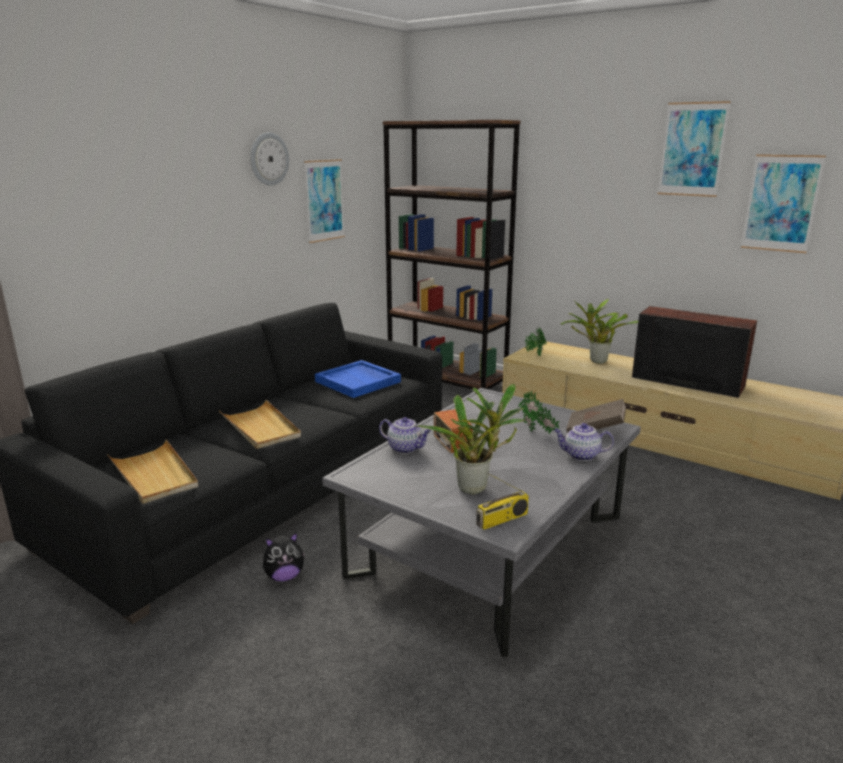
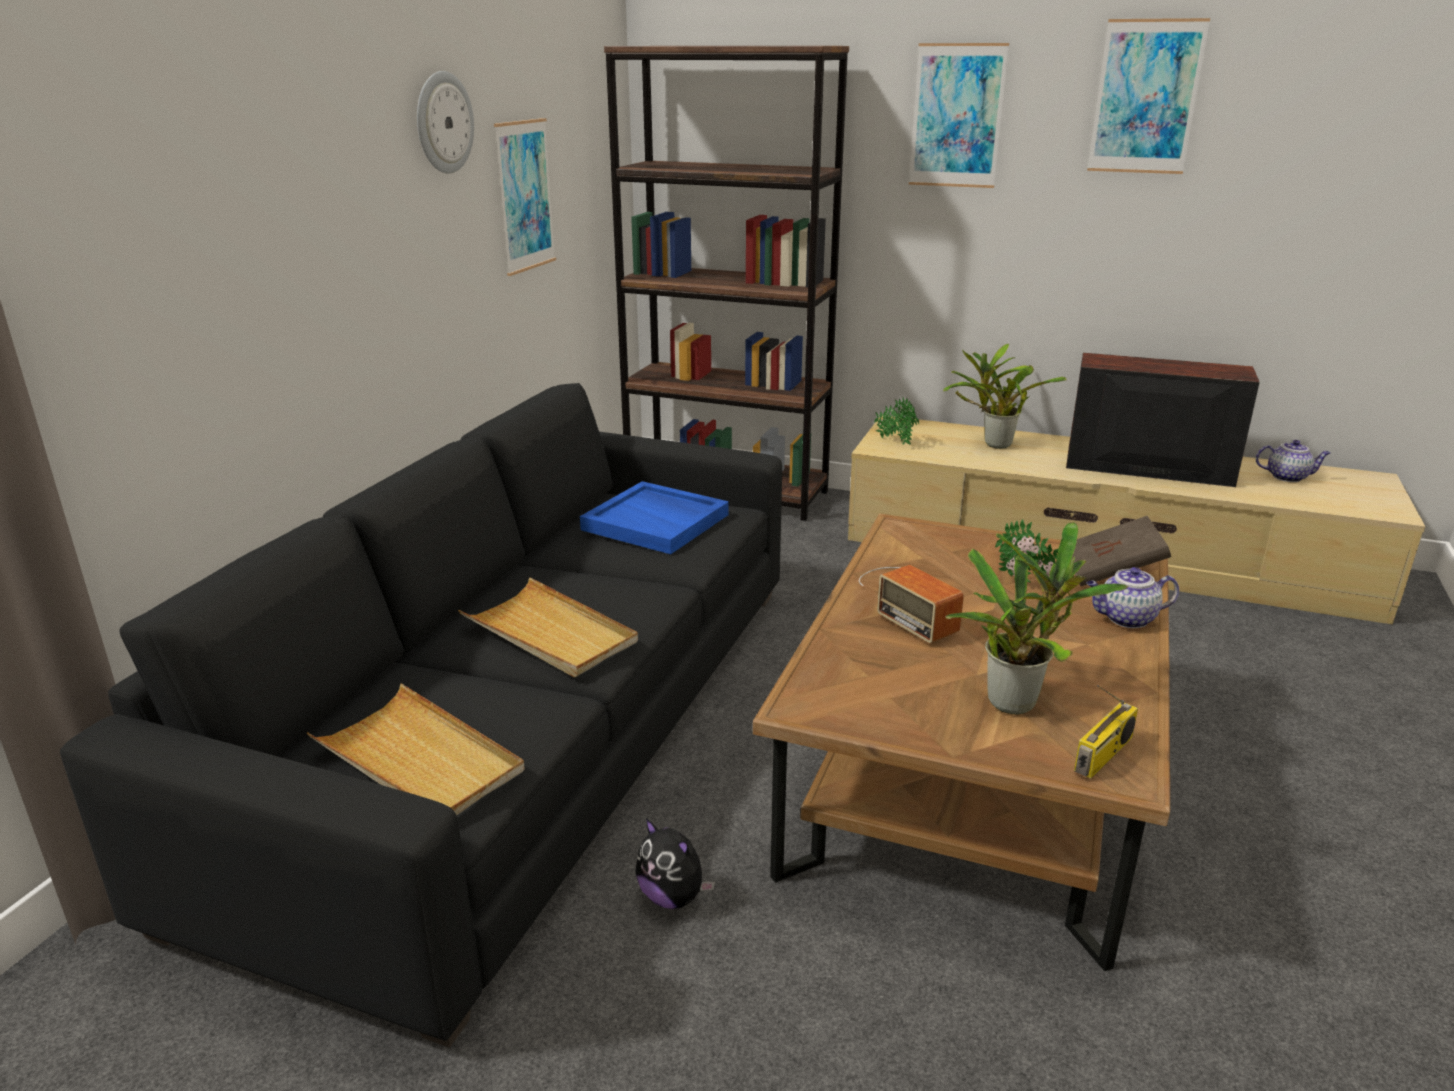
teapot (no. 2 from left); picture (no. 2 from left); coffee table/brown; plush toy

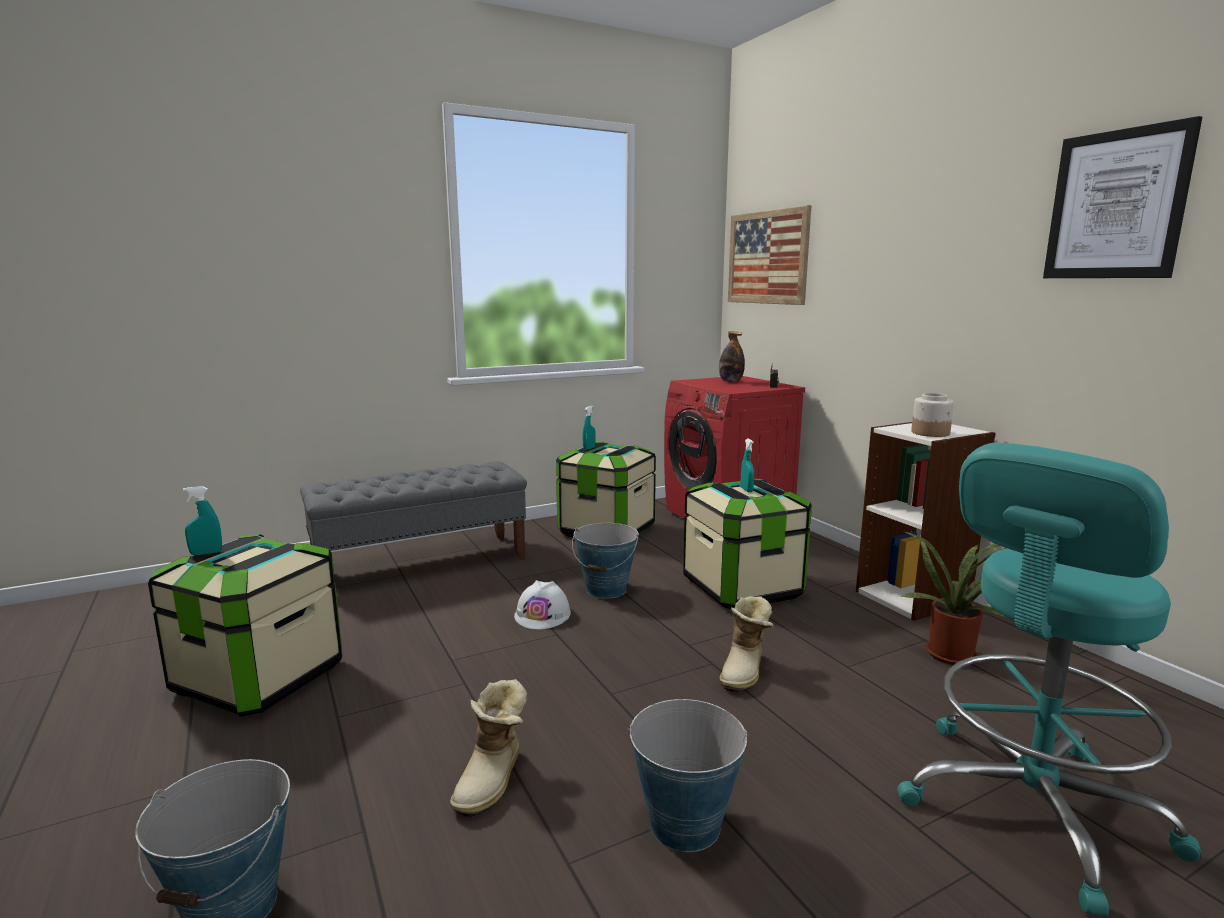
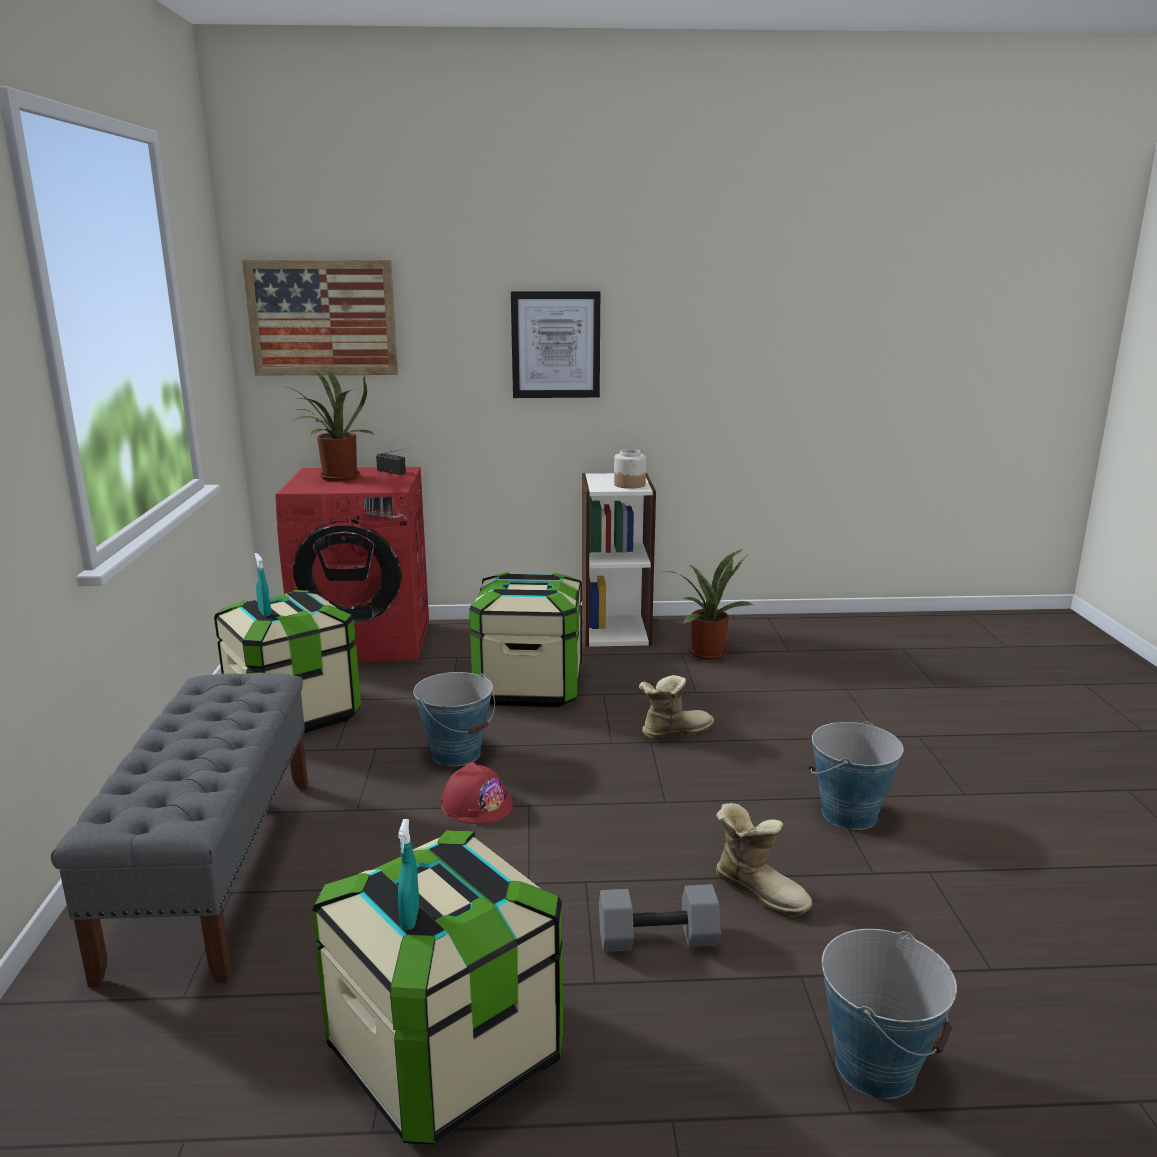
spray bottle/turquoise (no. 3 from left in the first image); stool/turquoise; dumbbell/grey; picture (no. 2 from left); potted plant (no. 1 from left); hard hat/red; boot (no. 1 from left)

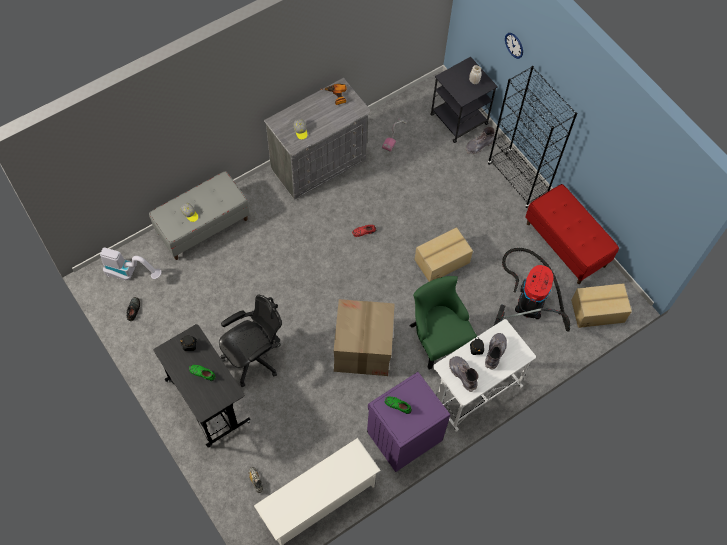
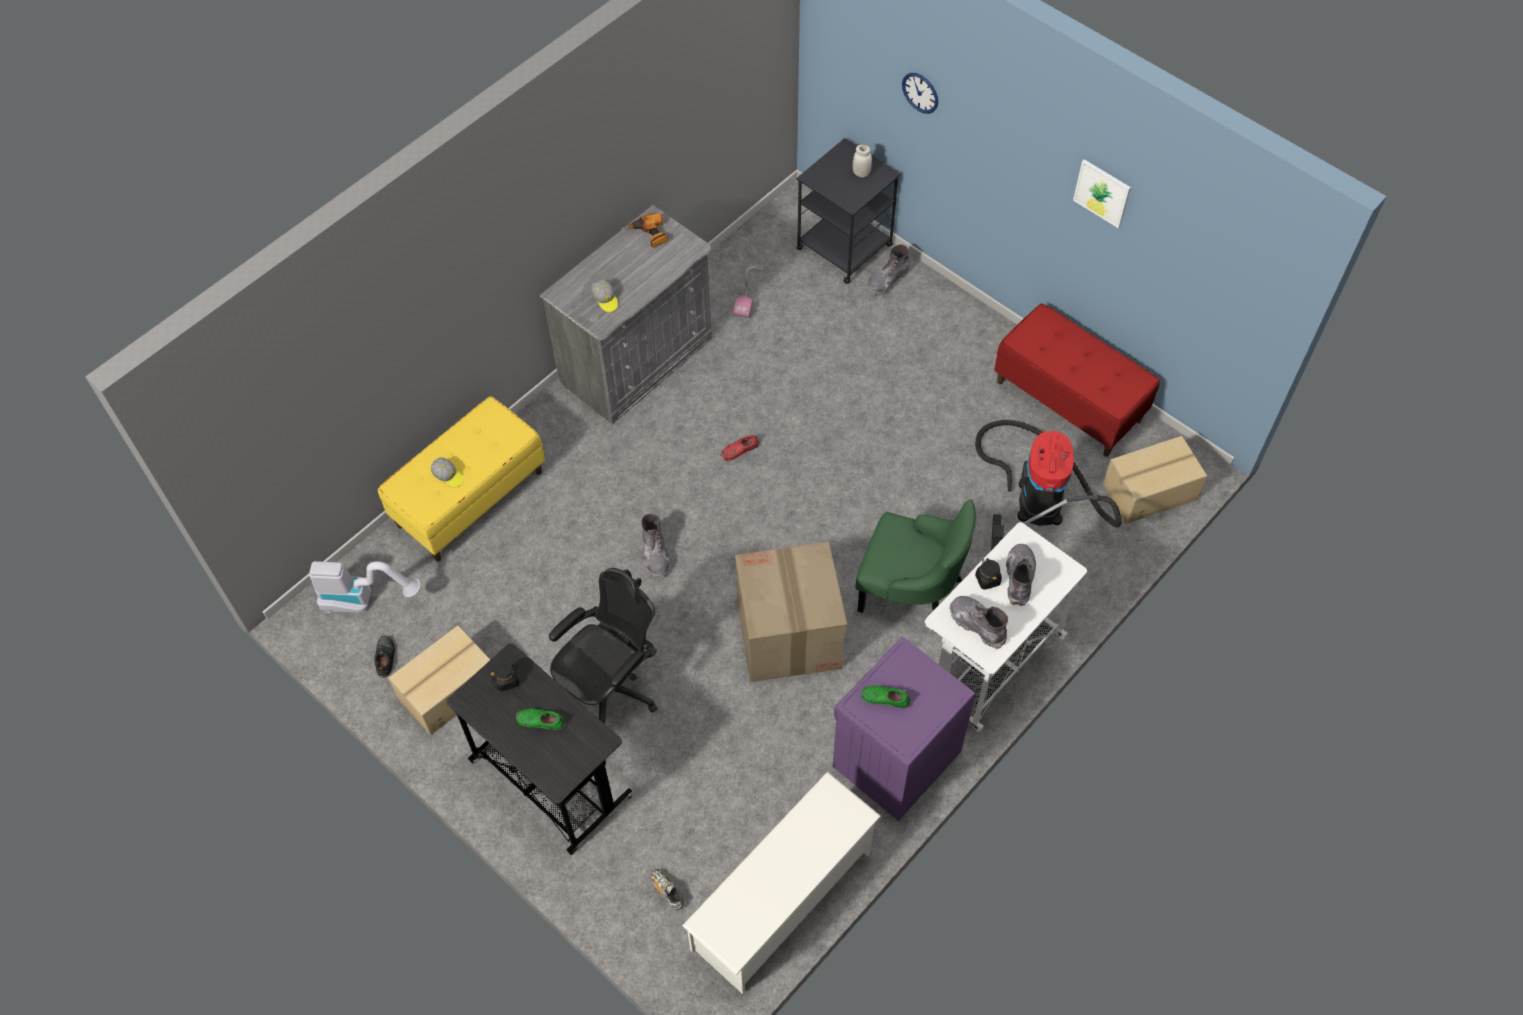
bookcase/black; boot/grey (no. 1 from left); picture; cardboard box (no. 1 from left); bench/yellow; chair/green

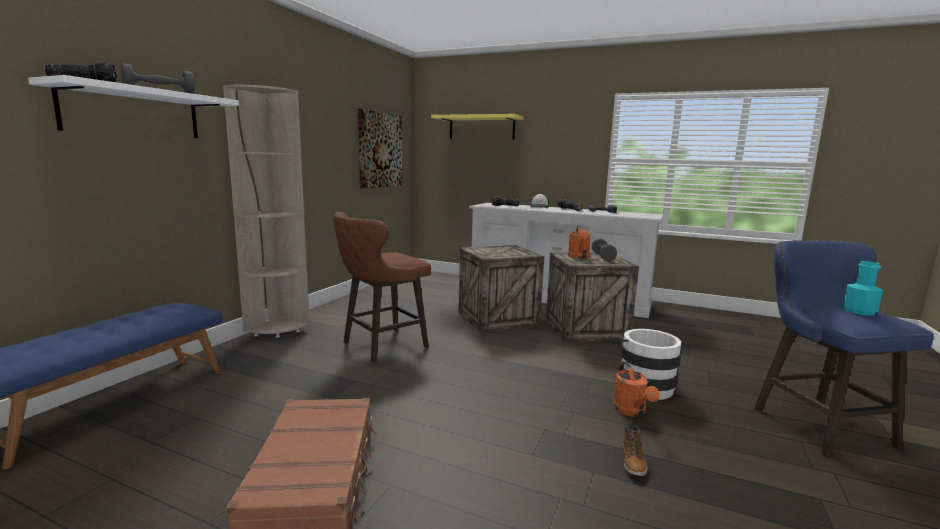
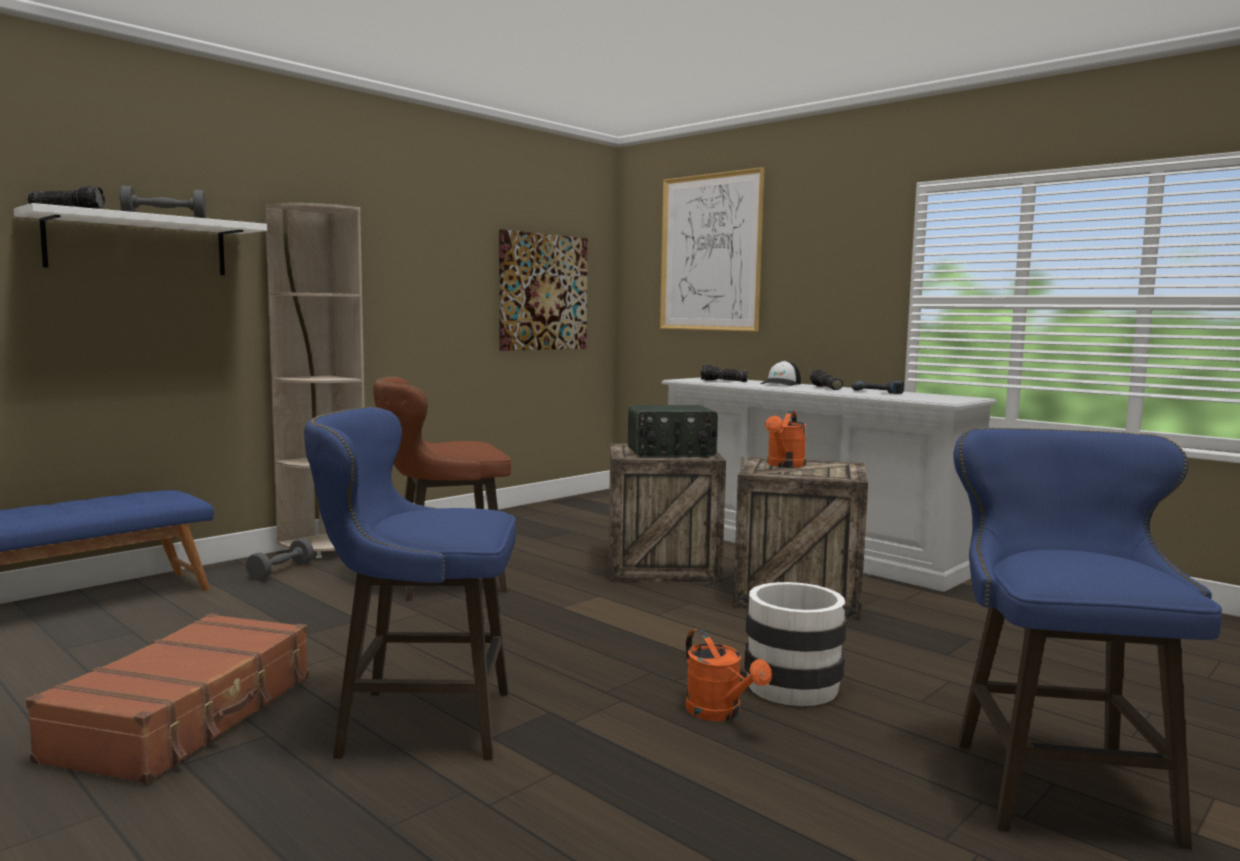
boot; bottle/turquoise; stool/blue (no. 1 from left); radio; dumbbell/grey (no. 2 from left); picture (no. 2 from left); watering can/orange (no. 1 from left)

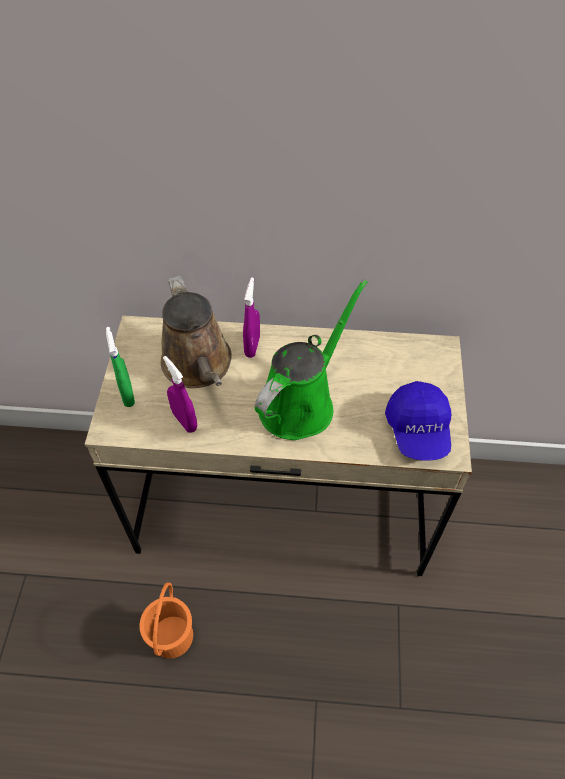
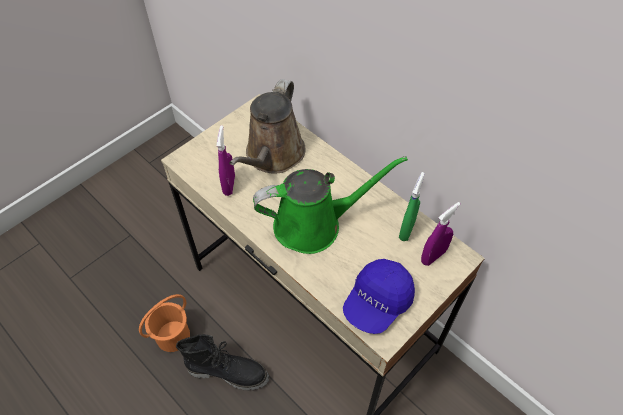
boot/black; spray bottle/green; spray bottle/purple (no. 2 from left)

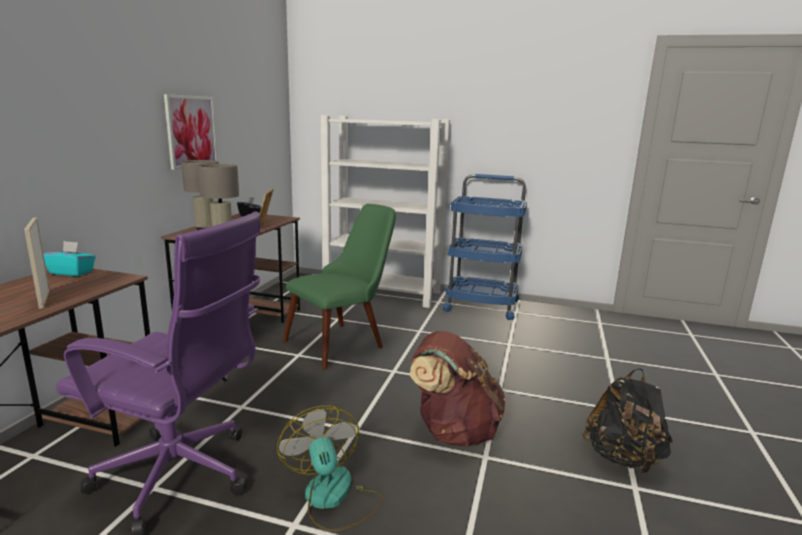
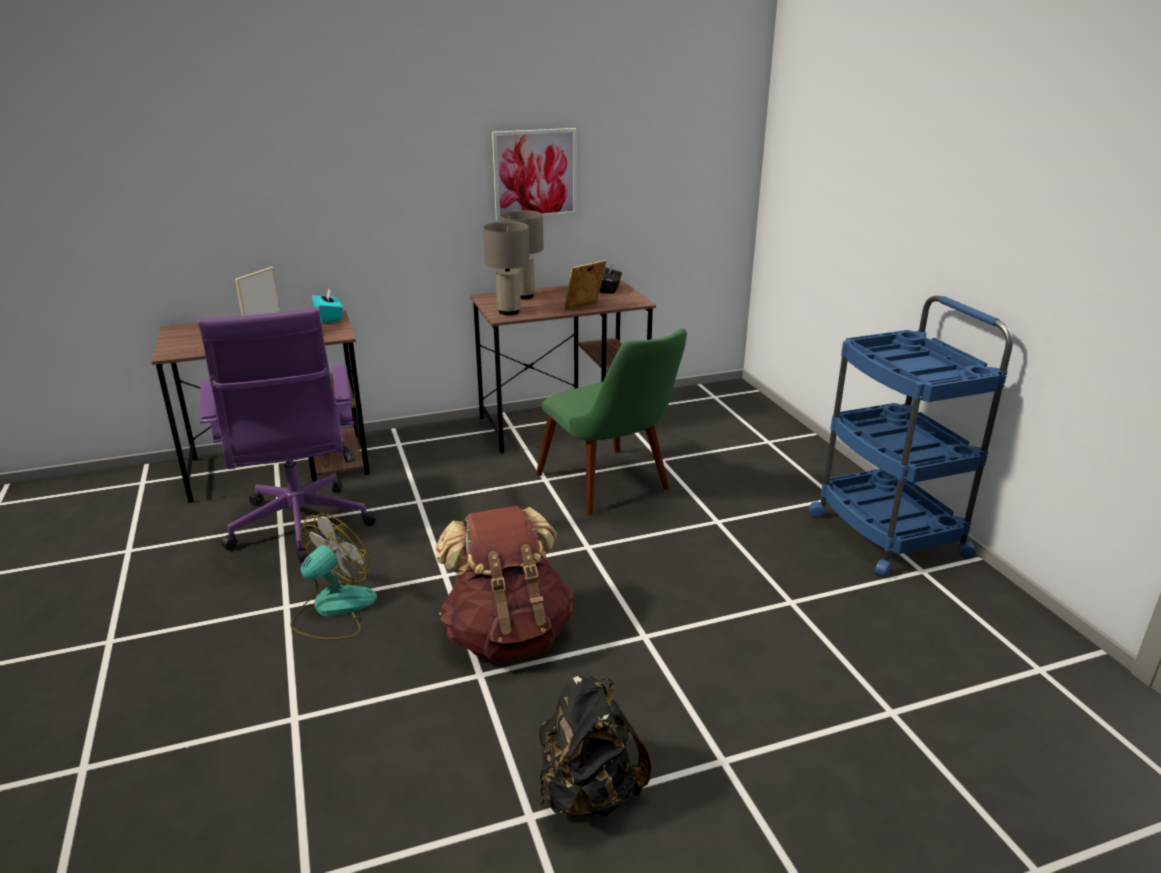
bookcase/white; chair/green

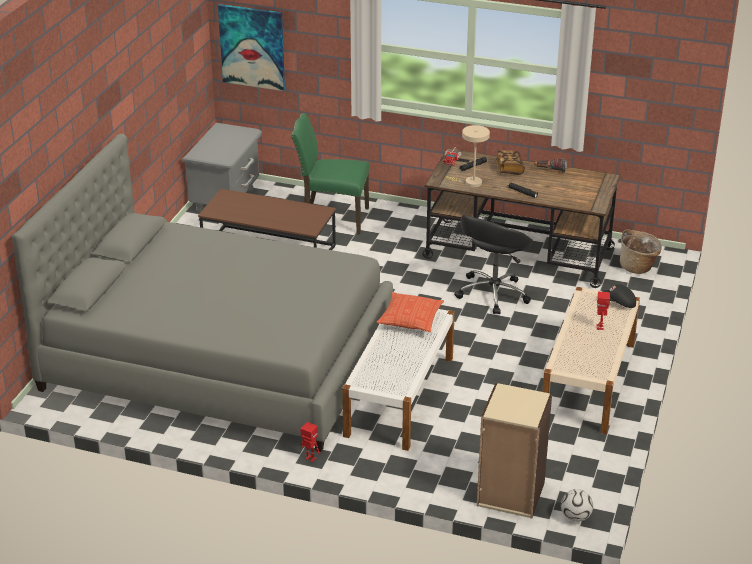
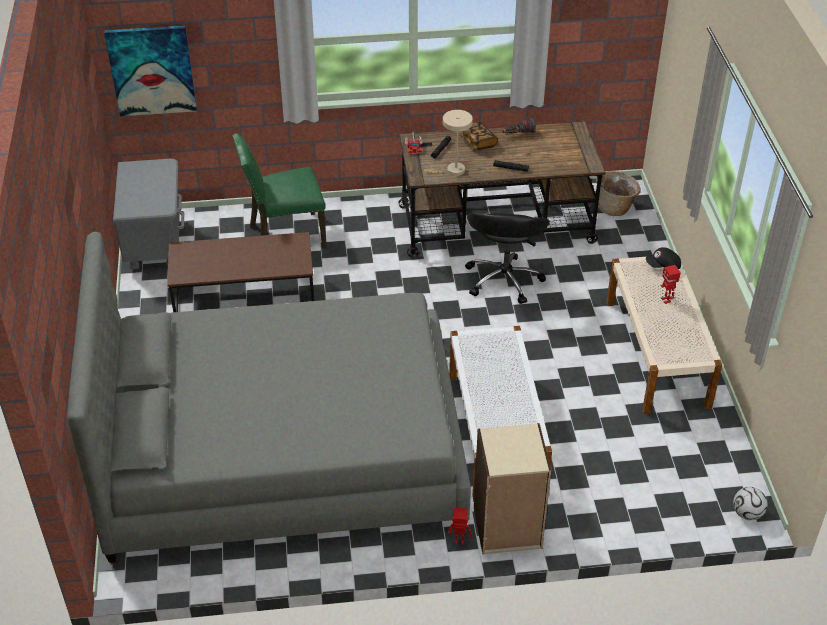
pillow/orange; bookcase/beige

